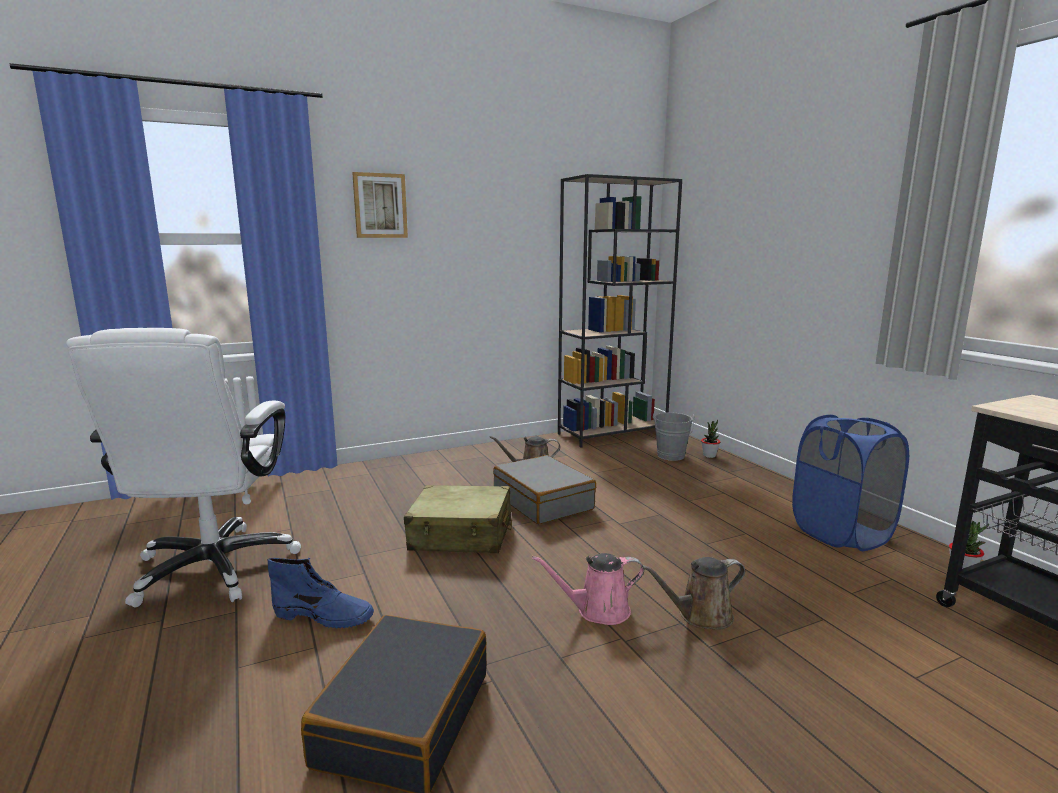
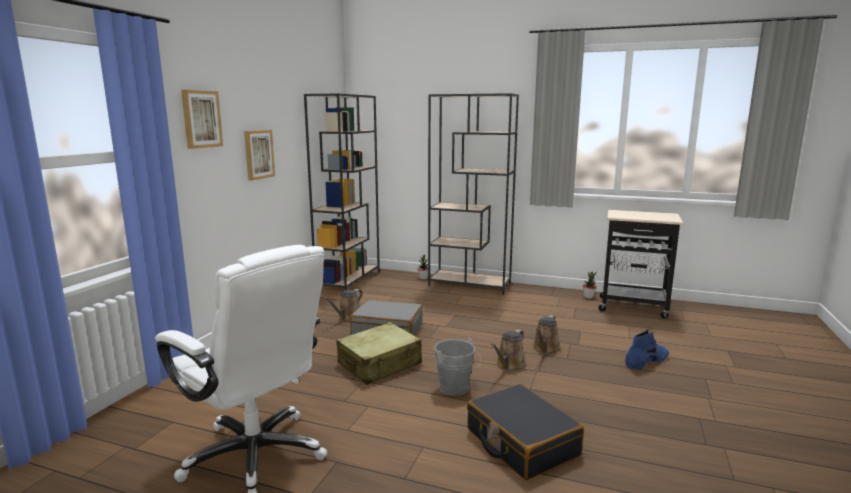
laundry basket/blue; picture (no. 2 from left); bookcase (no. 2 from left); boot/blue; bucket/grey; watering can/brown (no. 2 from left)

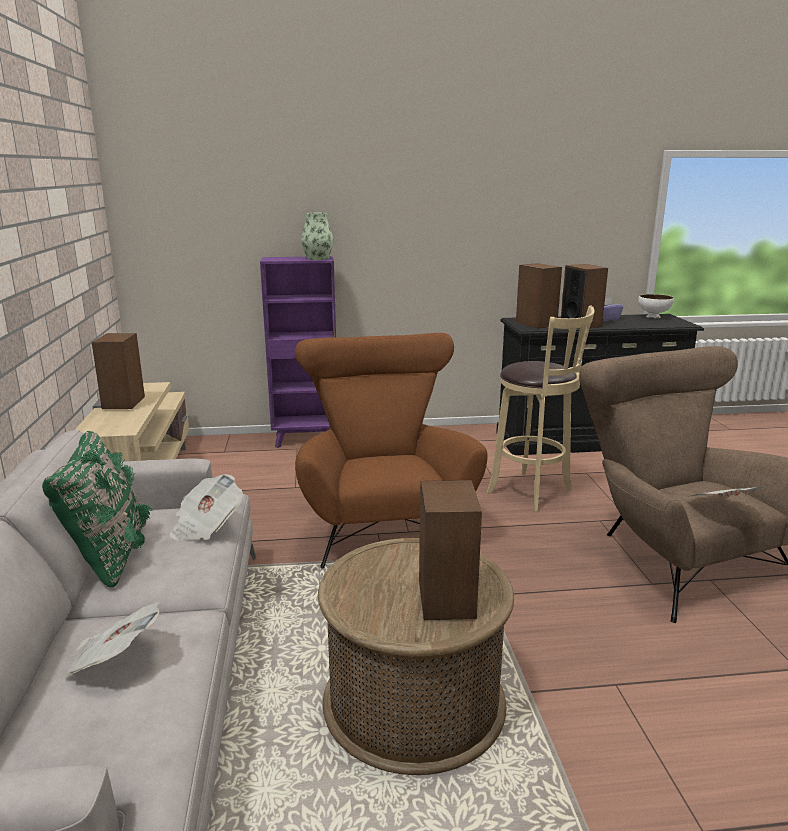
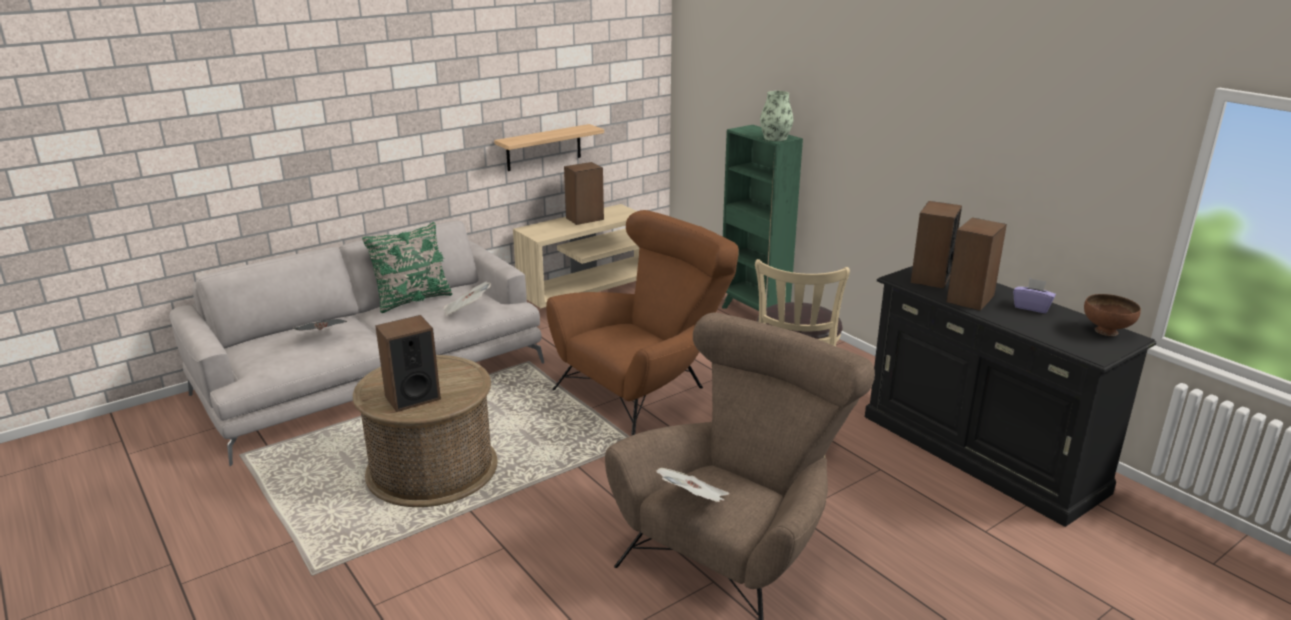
shelf; bookcase/green; bowl/brown

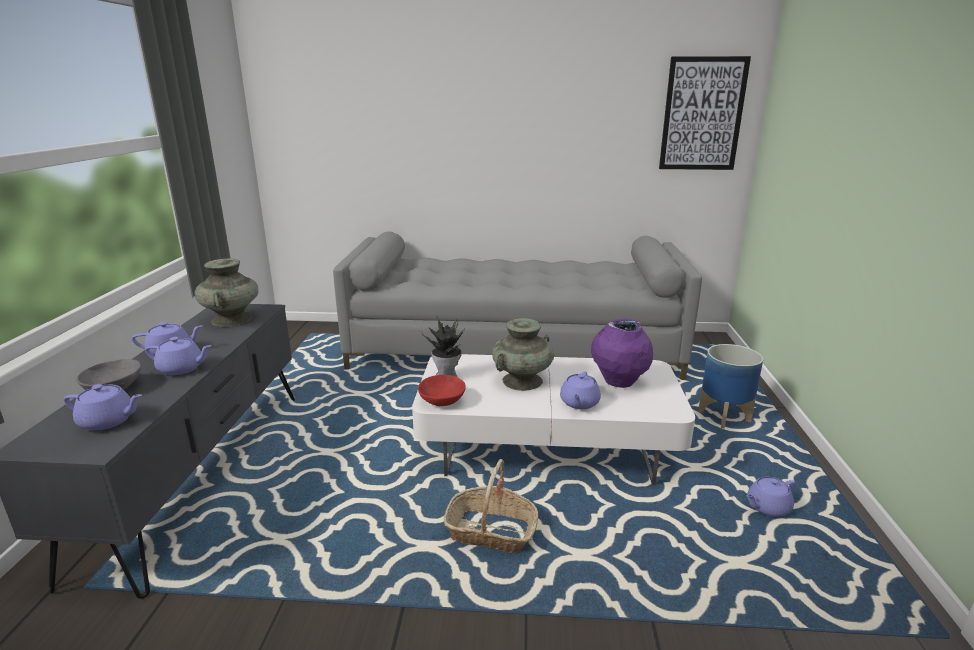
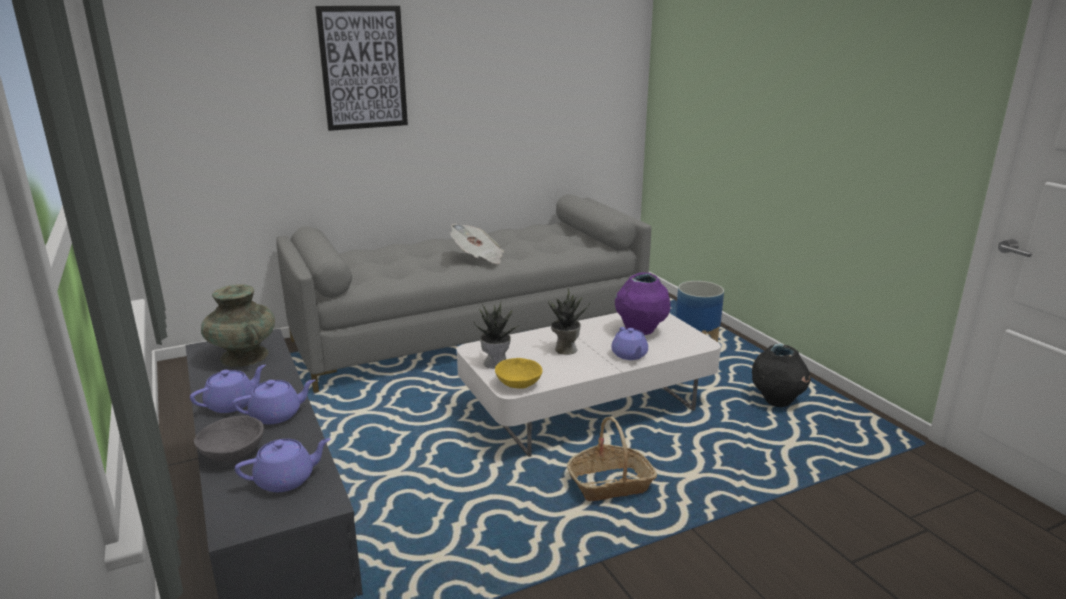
newspaper; picture; potted plant (no. 2 from left); vase/black; bowl/yellow

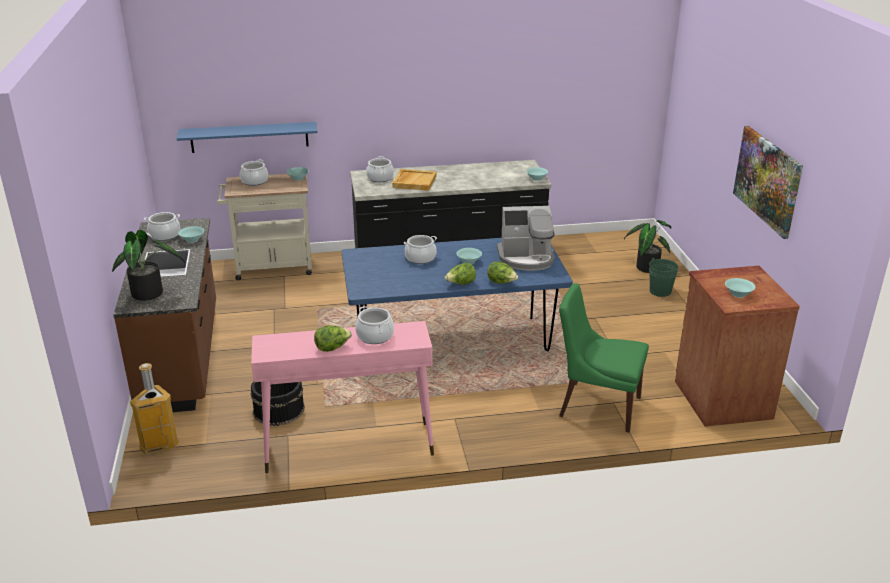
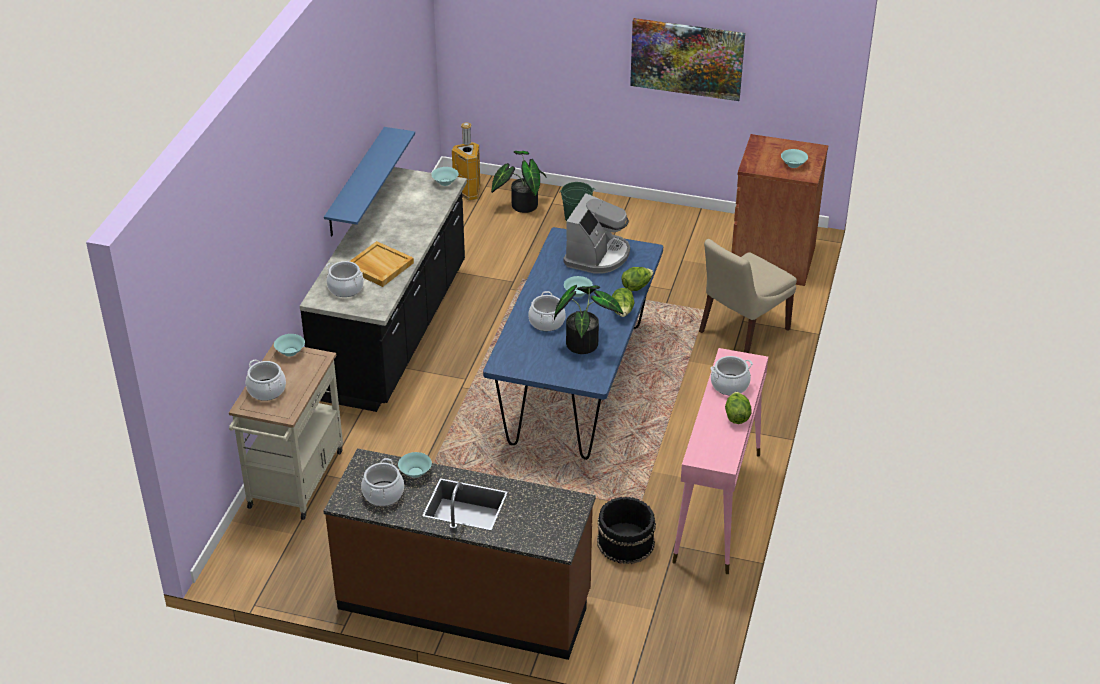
potted plant (no. 2 from left); trash can; shelf/blue; chair/beige

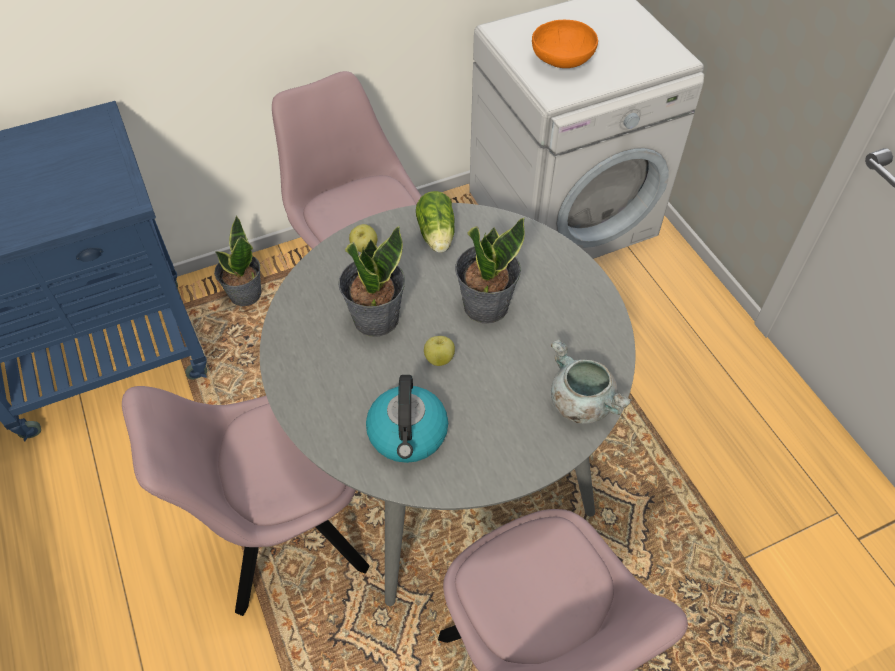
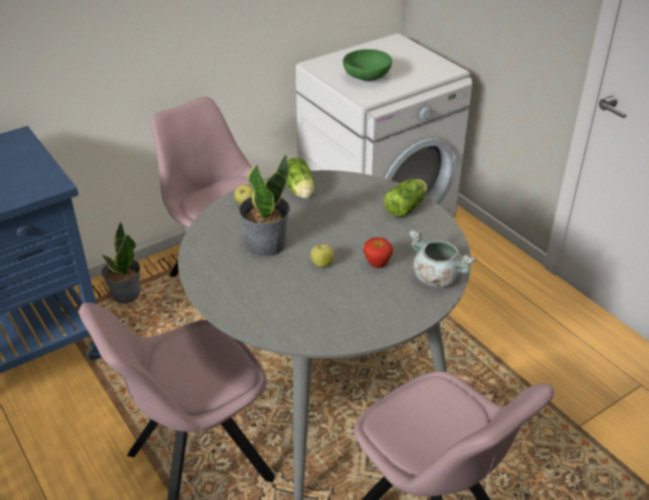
kettle; potted plant (no. 3 from left in the first image); apple (no. 3 from left); lettuce (no. 2 from left); bowl/green

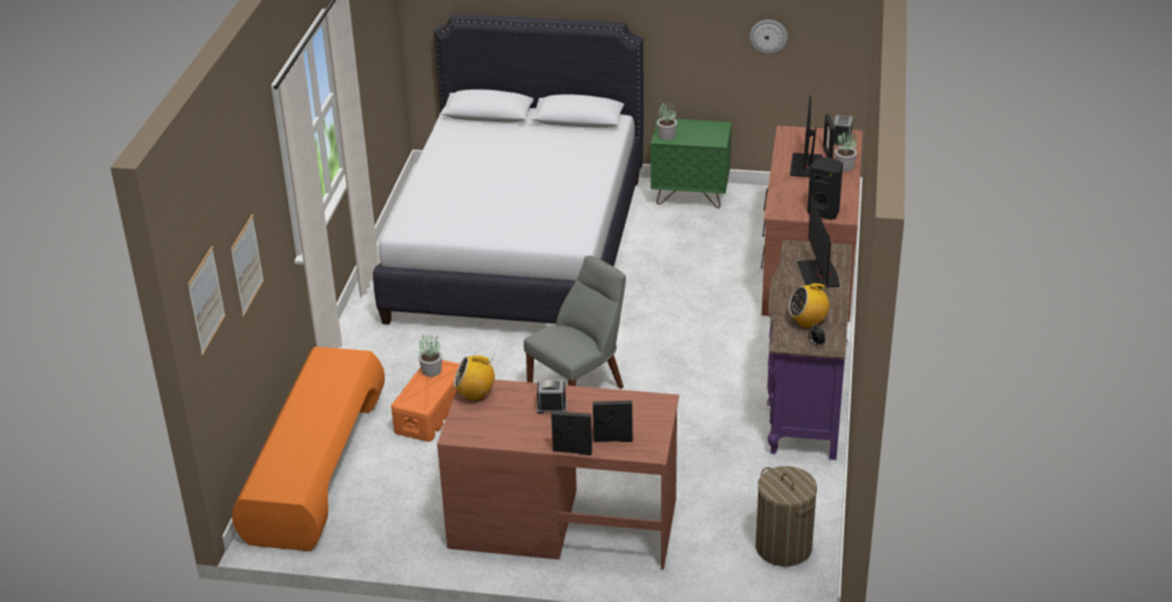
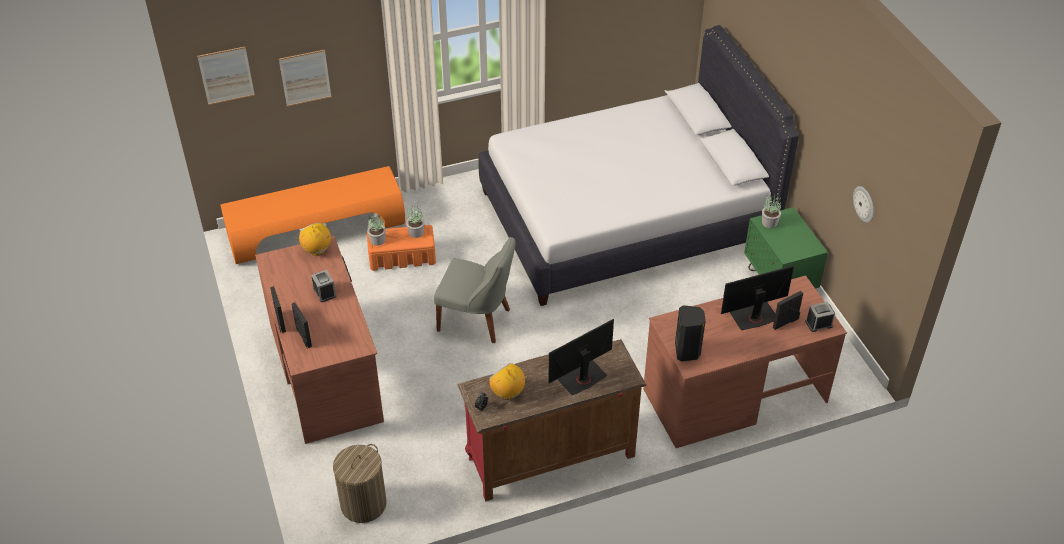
potted plant (no. 1 from left); dresser/red

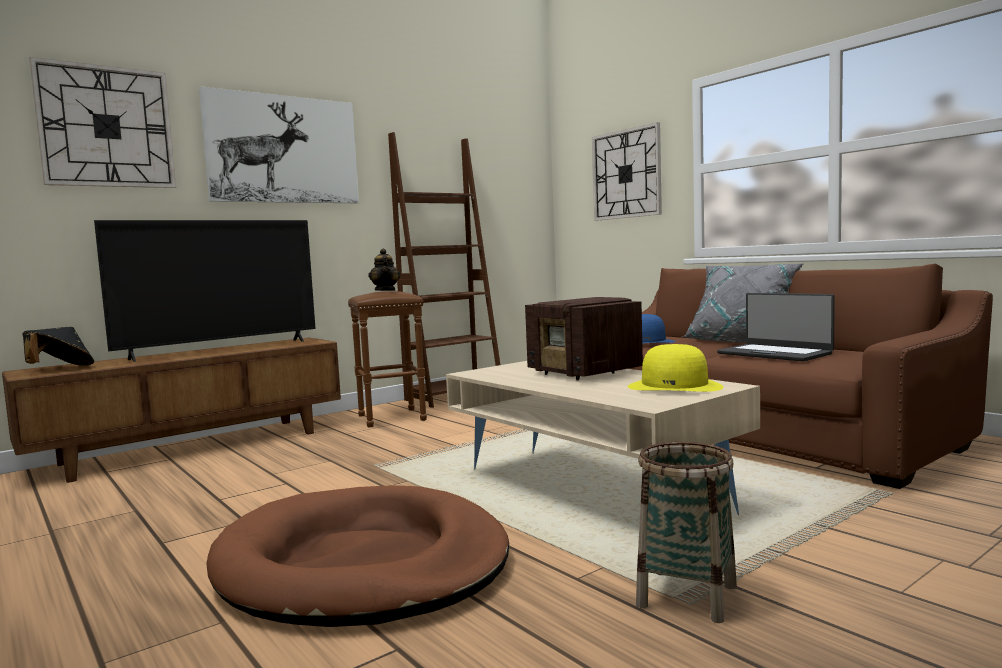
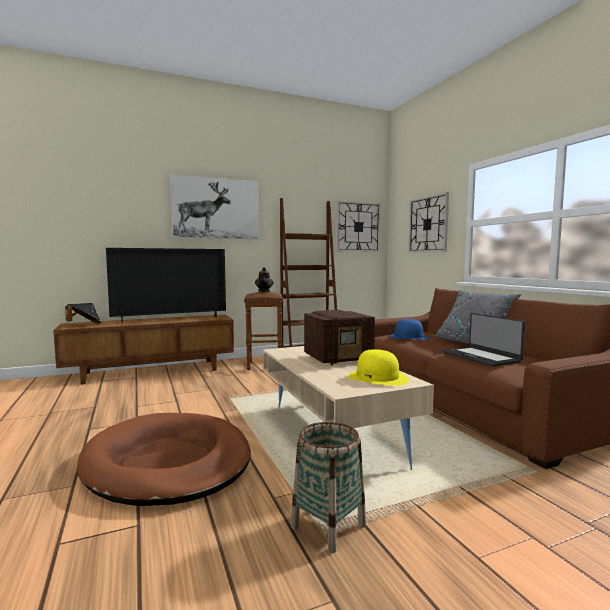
wall clock (no. 1 from left); radio

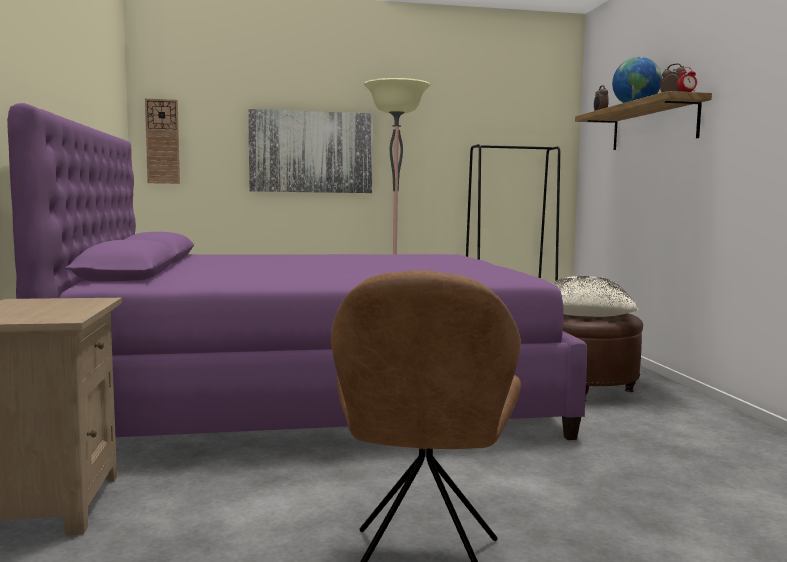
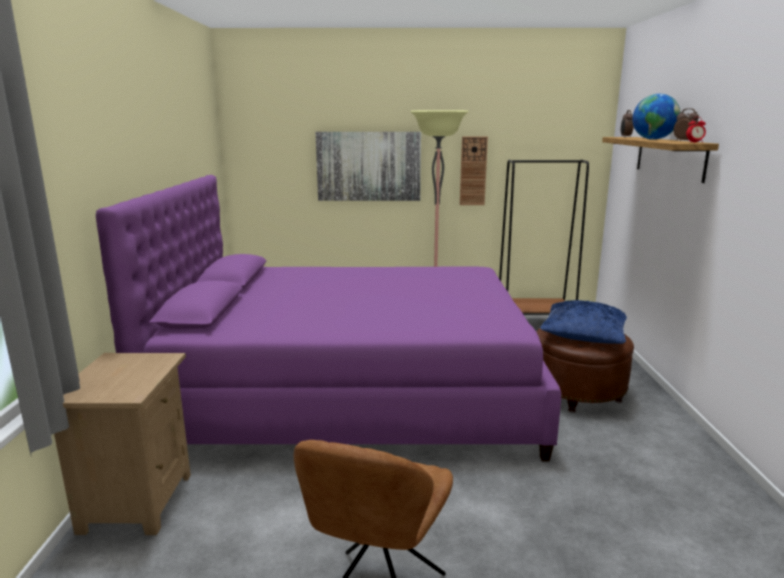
wall clock; pillow/blue

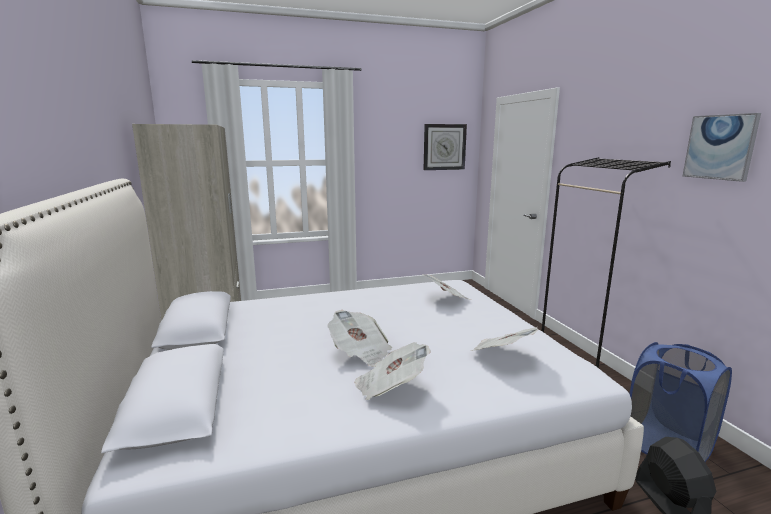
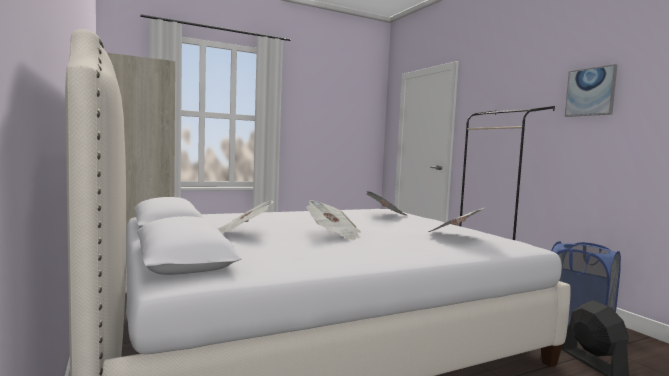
wall clock; newspaper (no. 1 from left)

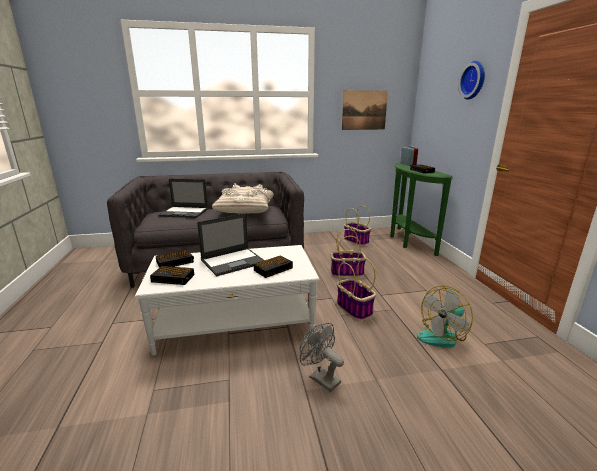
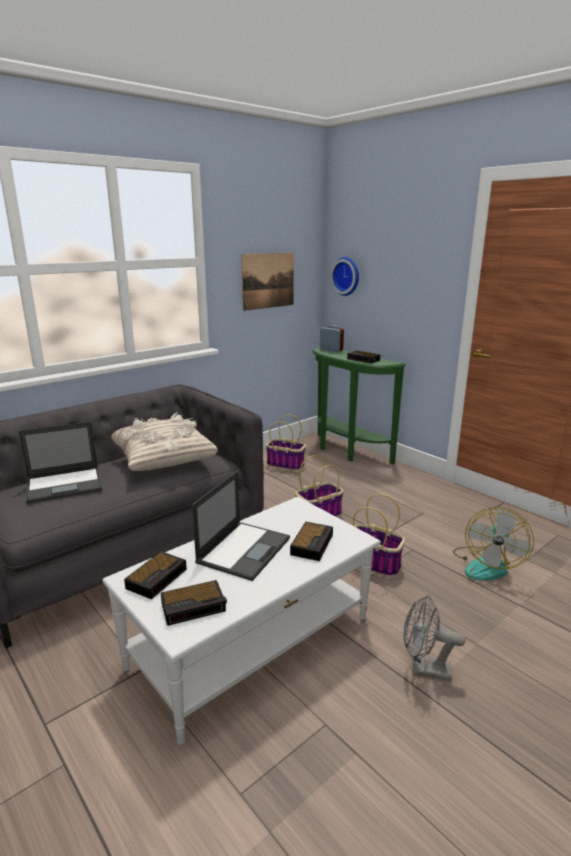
wall clock

